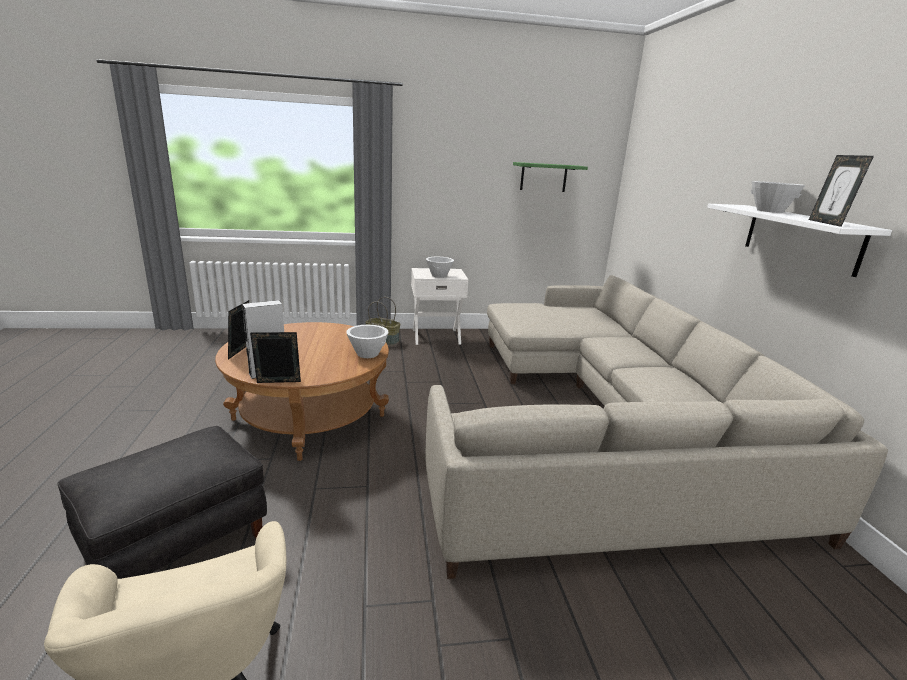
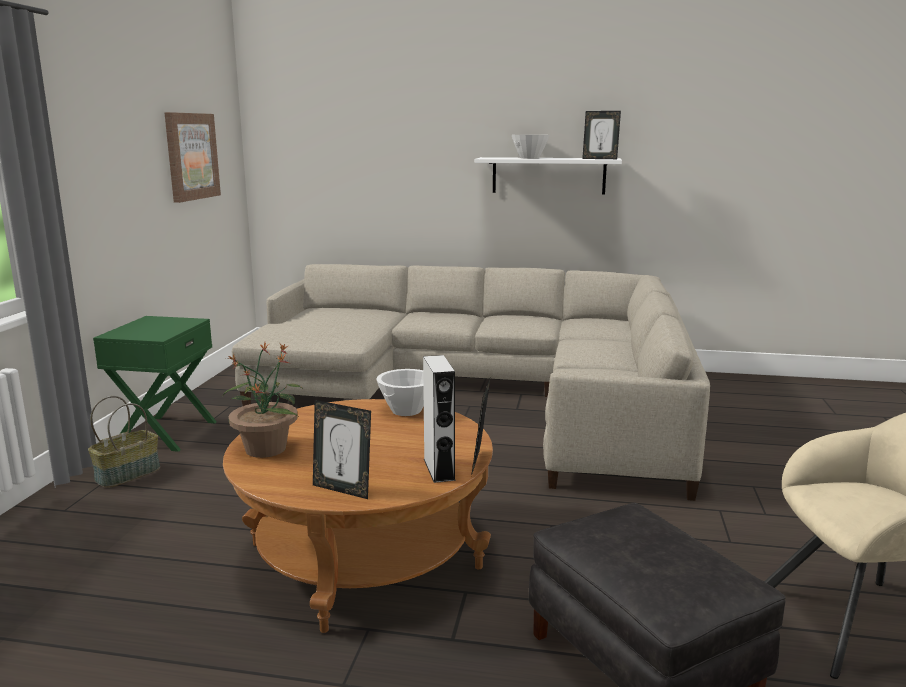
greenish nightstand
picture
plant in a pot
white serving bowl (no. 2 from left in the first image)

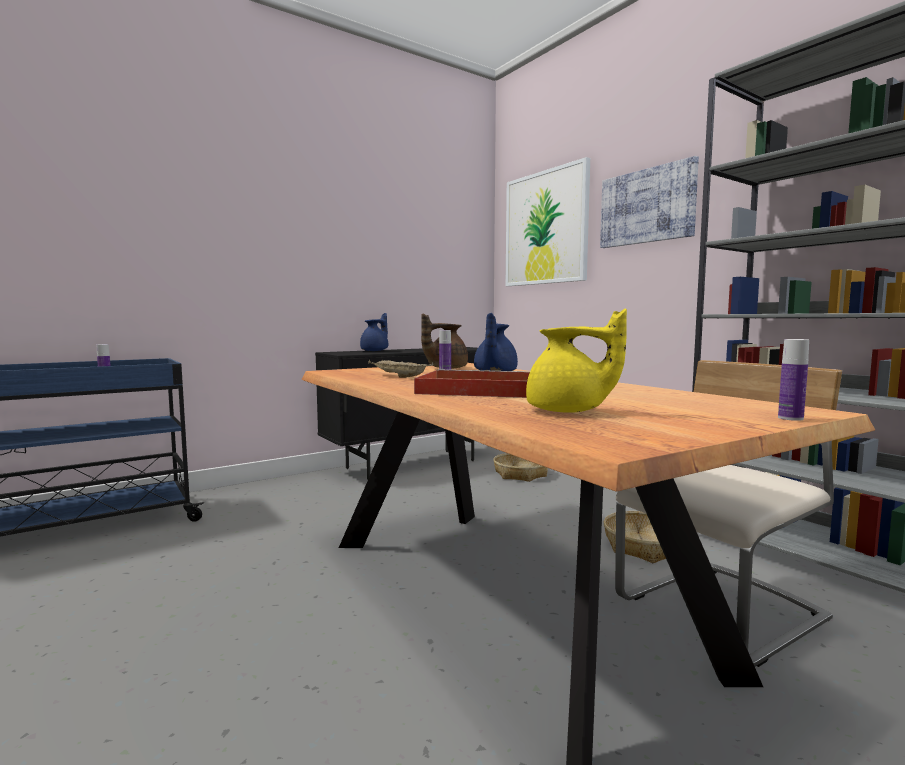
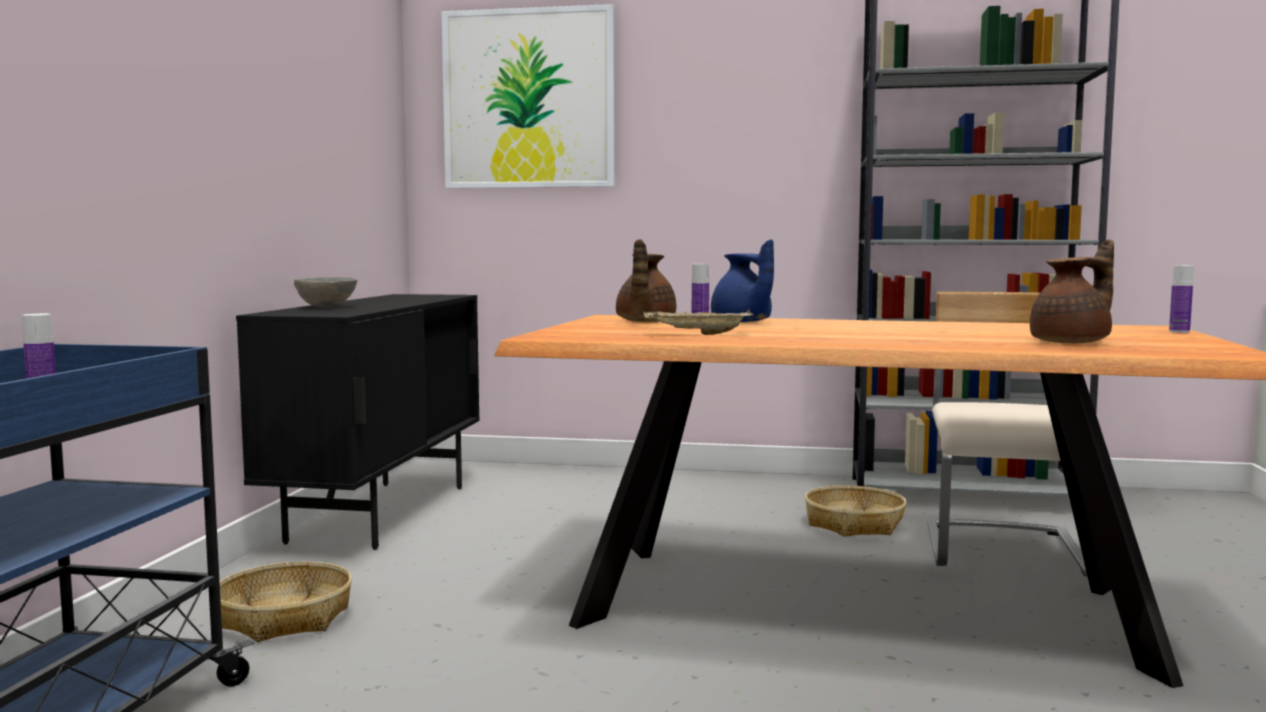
household basket (no. 1 from left)
greyish serving bowl
brown-coloured teapot (no. 2 from left)
reddish carrying tray
picture (no. 2 from left in the first image)

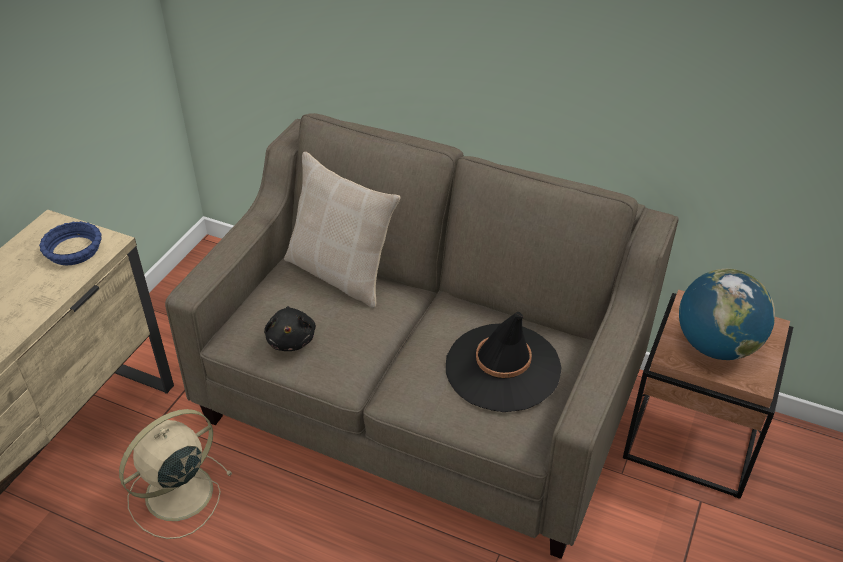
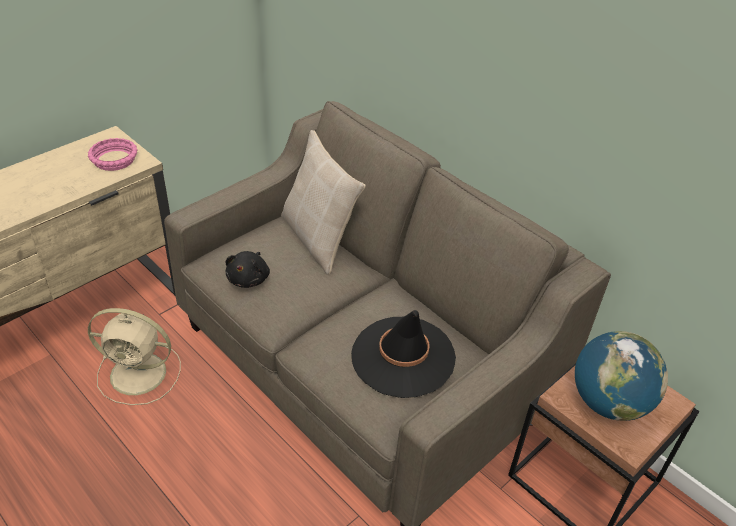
pink-coloured serving bowl
beige-coloured fan

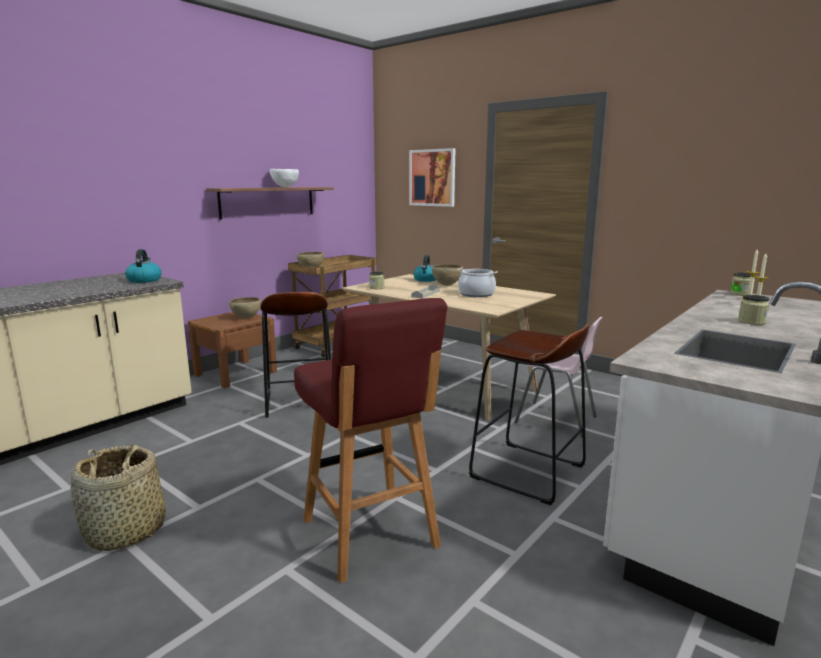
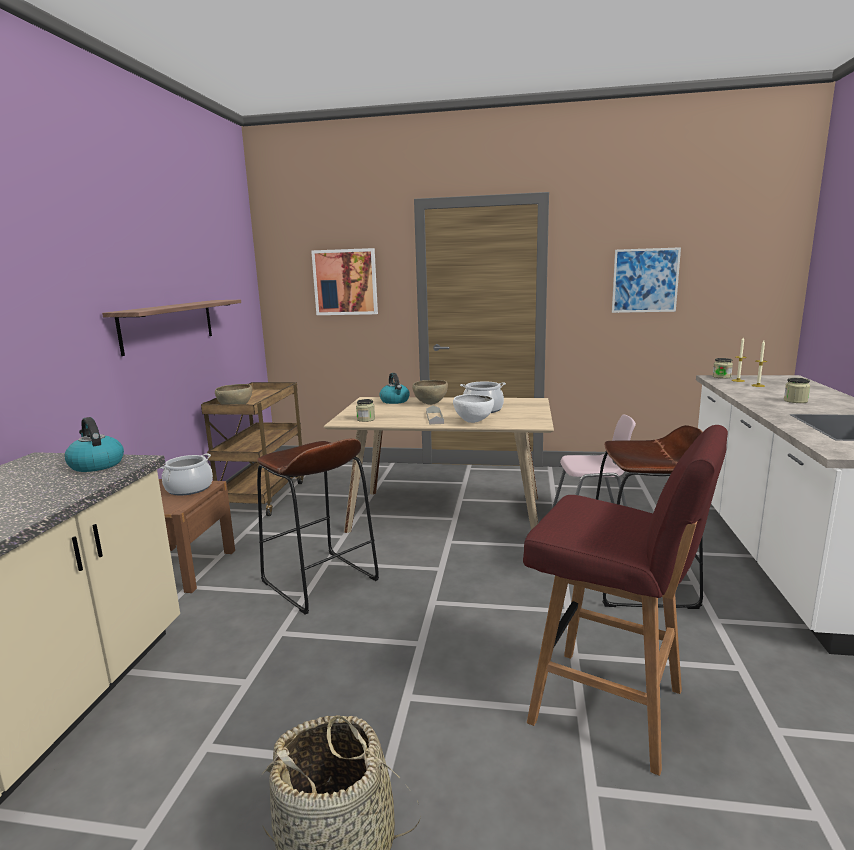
stockpot (no. 1 from left)
white serving bowl
picture (no. 2 from left)

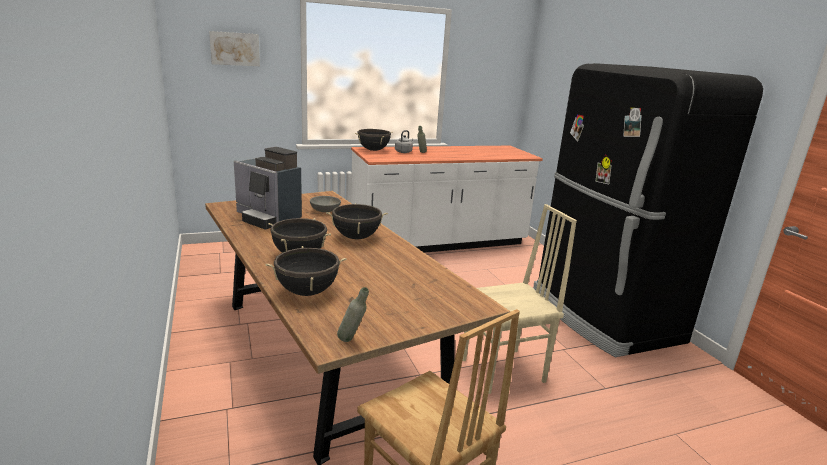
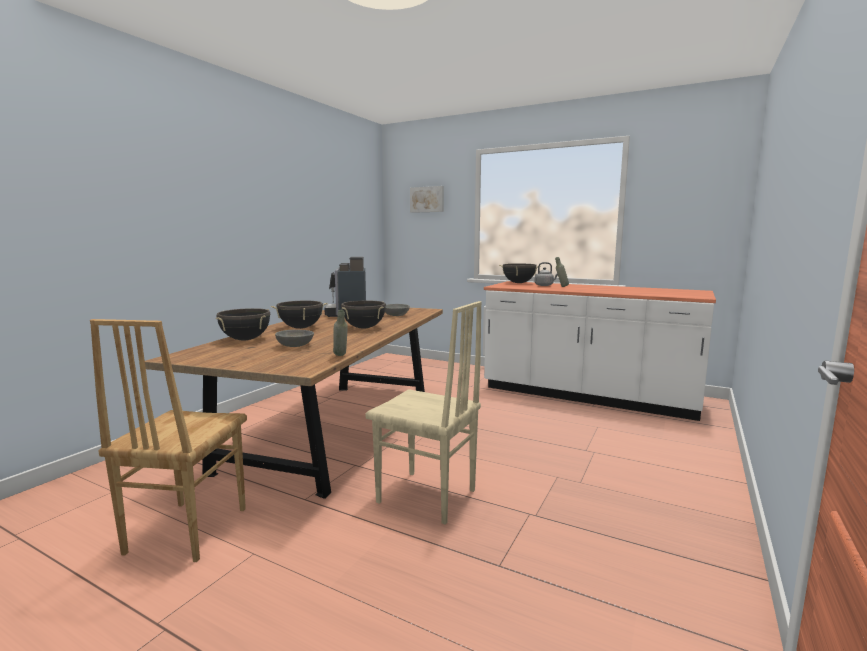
greyish serving bowl (no. 1 from left)
greyish drink bottle (no. 1 from left)
black refrigerator

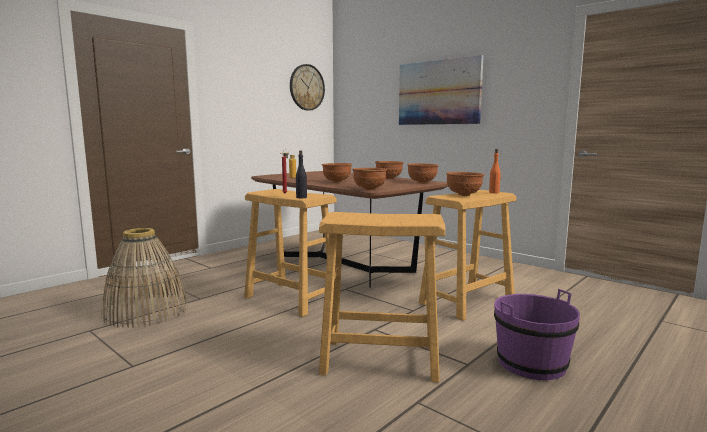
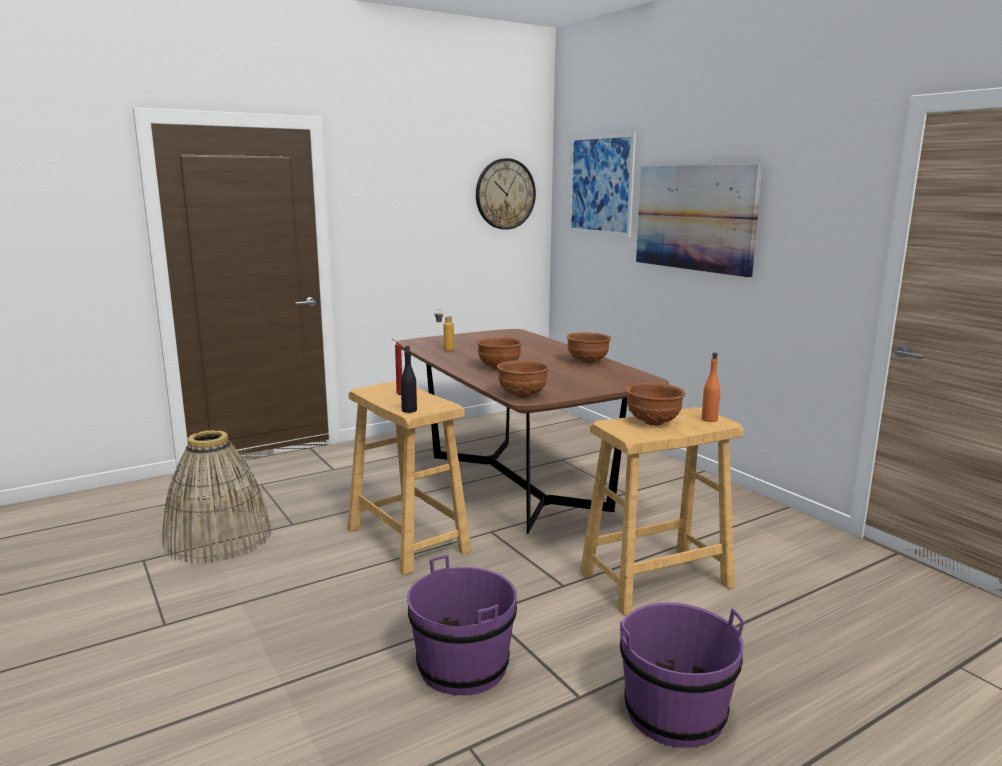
purplish bucket (no. 1 from left)
picture (no. 1 from left)
brown-coloured serving bowl (no. 4 from left in the first image)

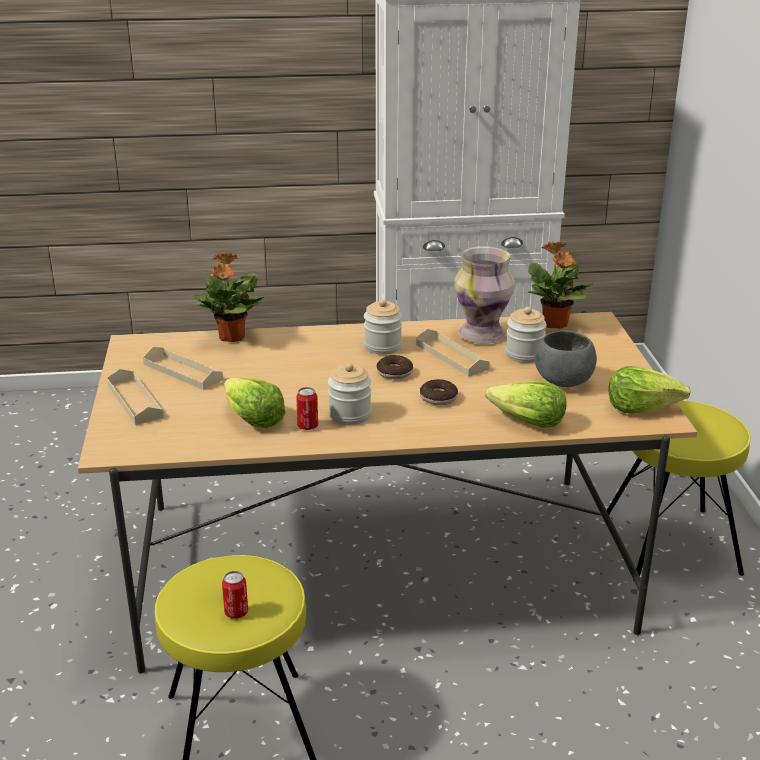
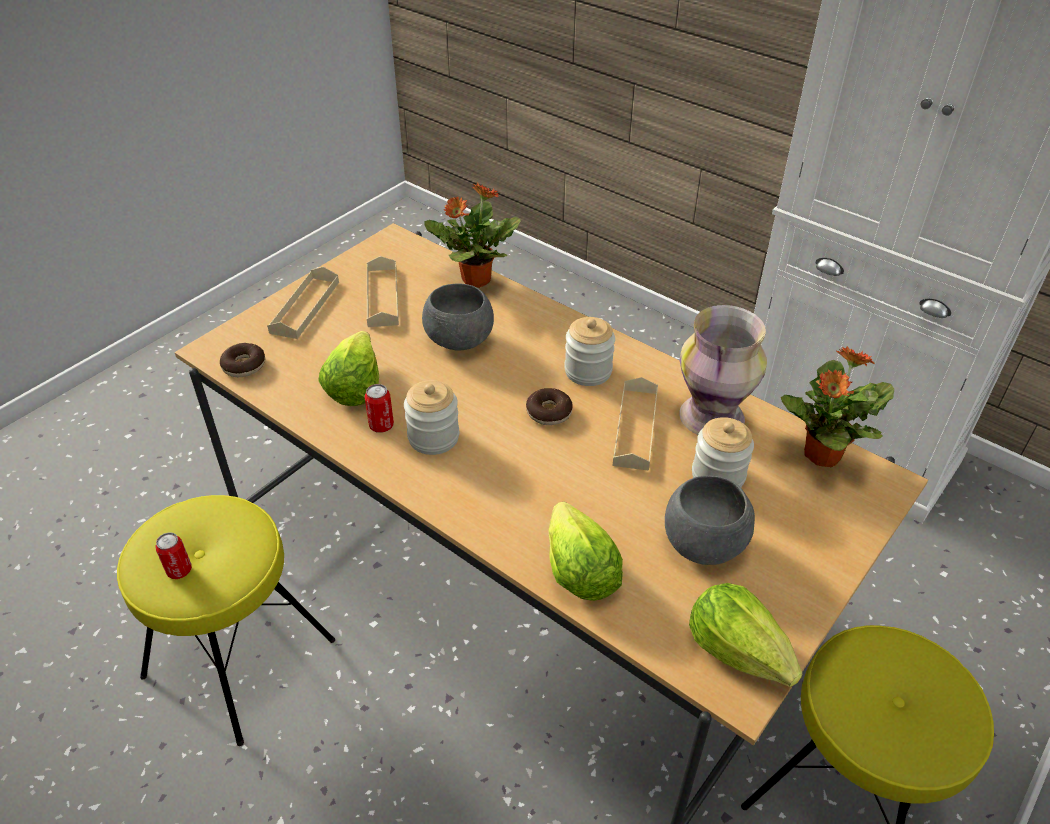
donut (no. 1 from left)
greyish serving bowl (no. 1 from left)

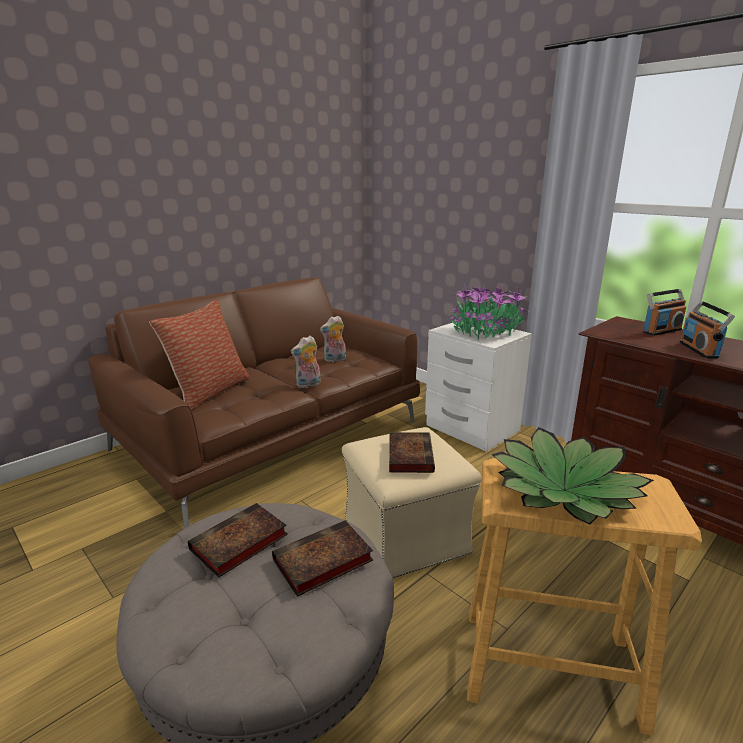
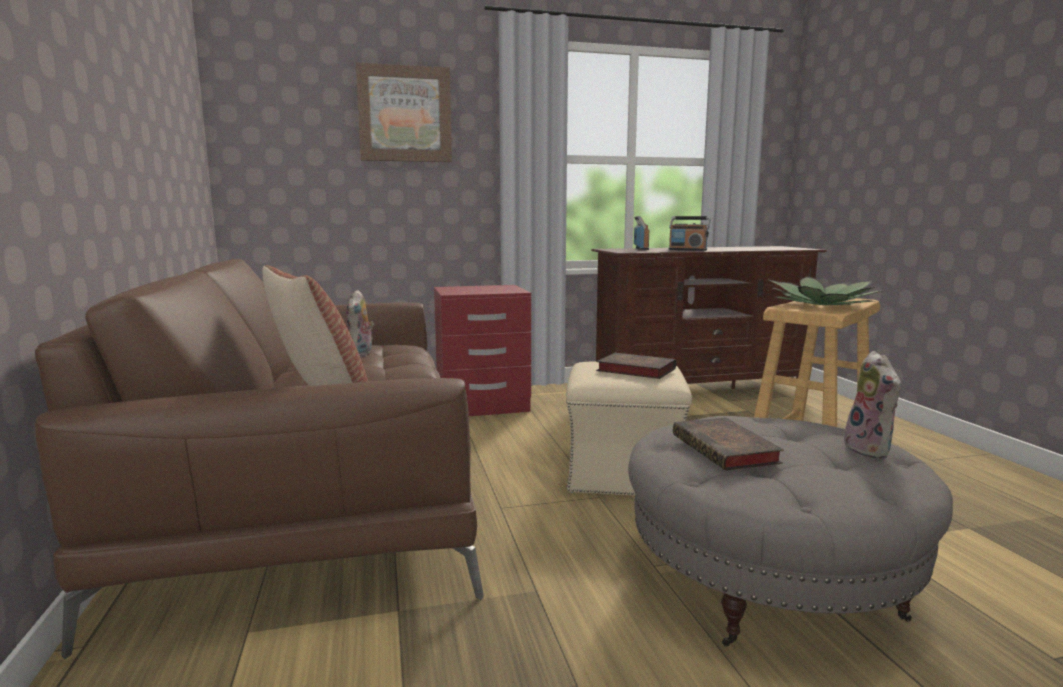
picture
reddish nightstand
soft toy (no. 2 from left)
bound book (no. 2 from left in the first image)
plant in a pot (no. 1 from left in the first image)

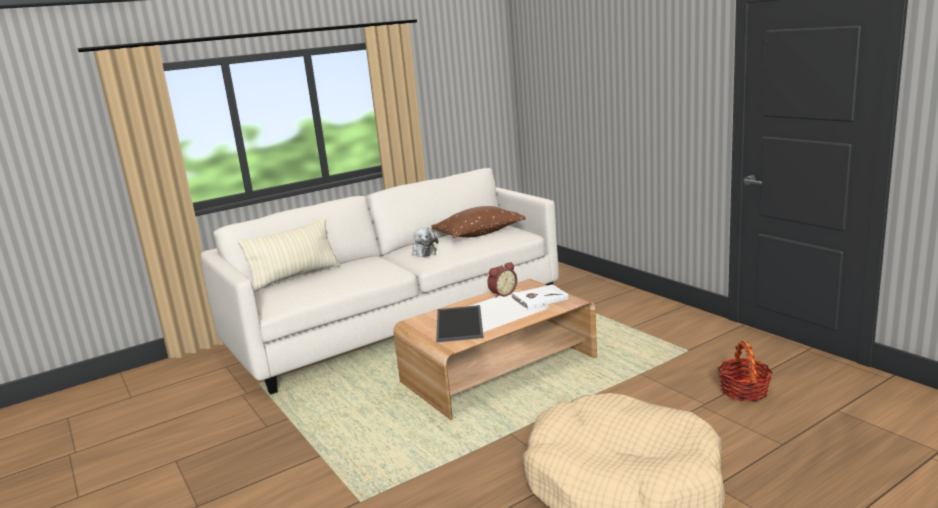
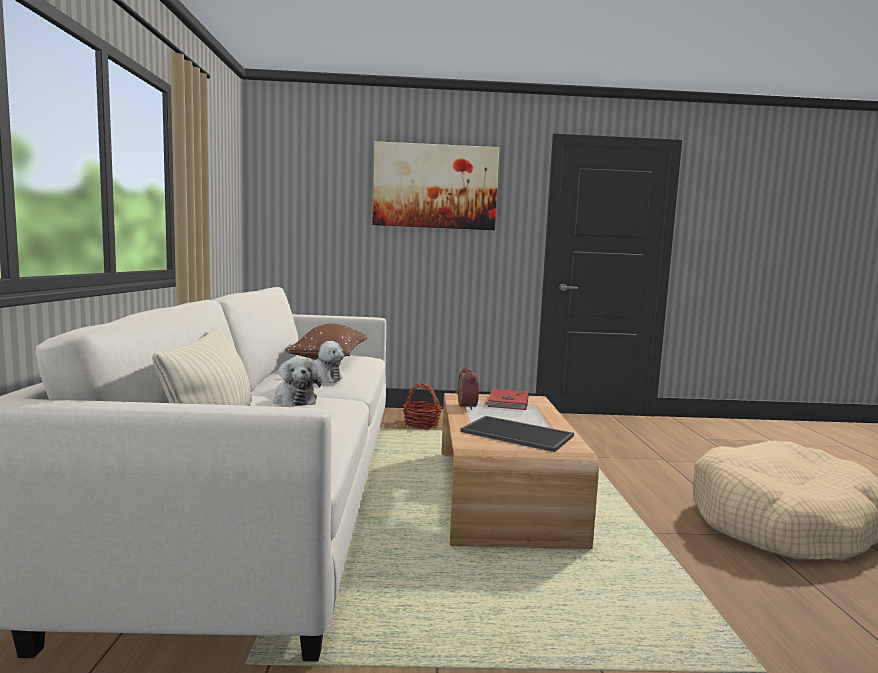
soft toy (no. 1 from left)
picture
household basket
reddish bound book

